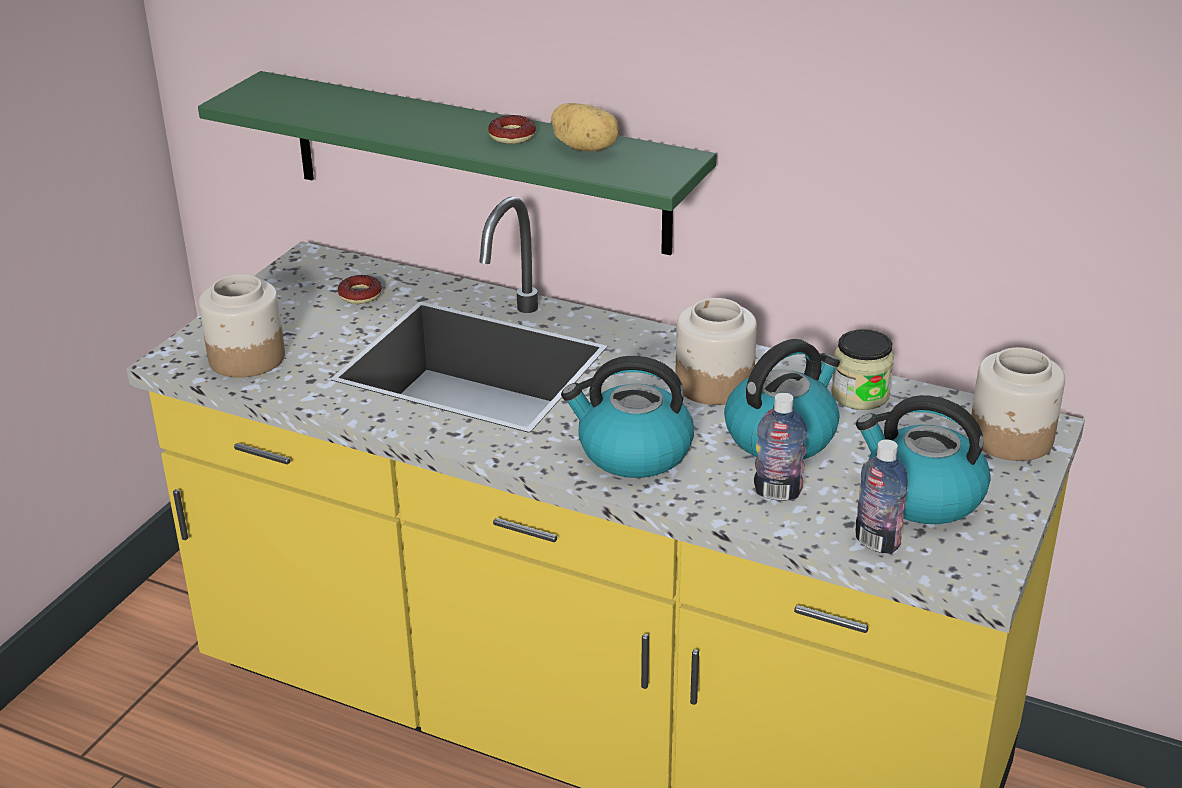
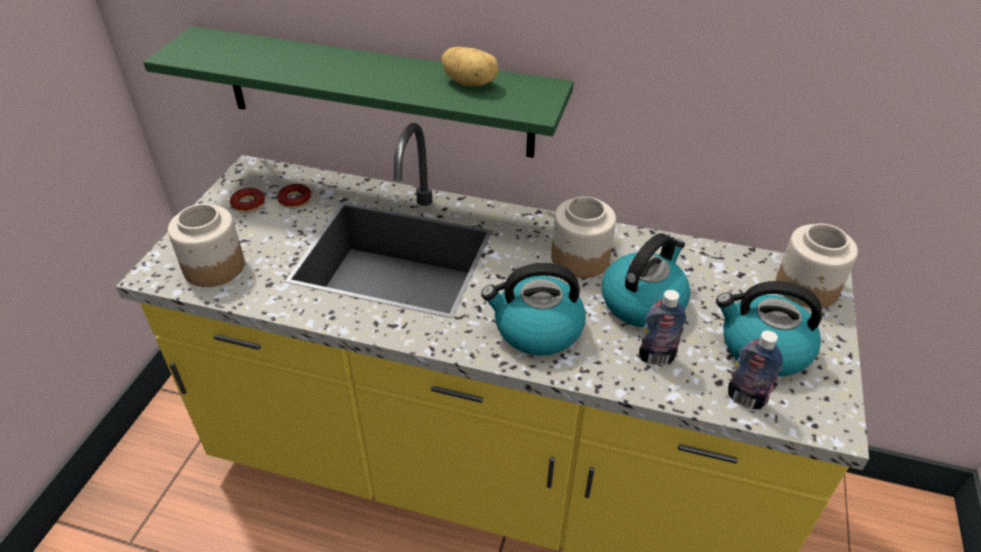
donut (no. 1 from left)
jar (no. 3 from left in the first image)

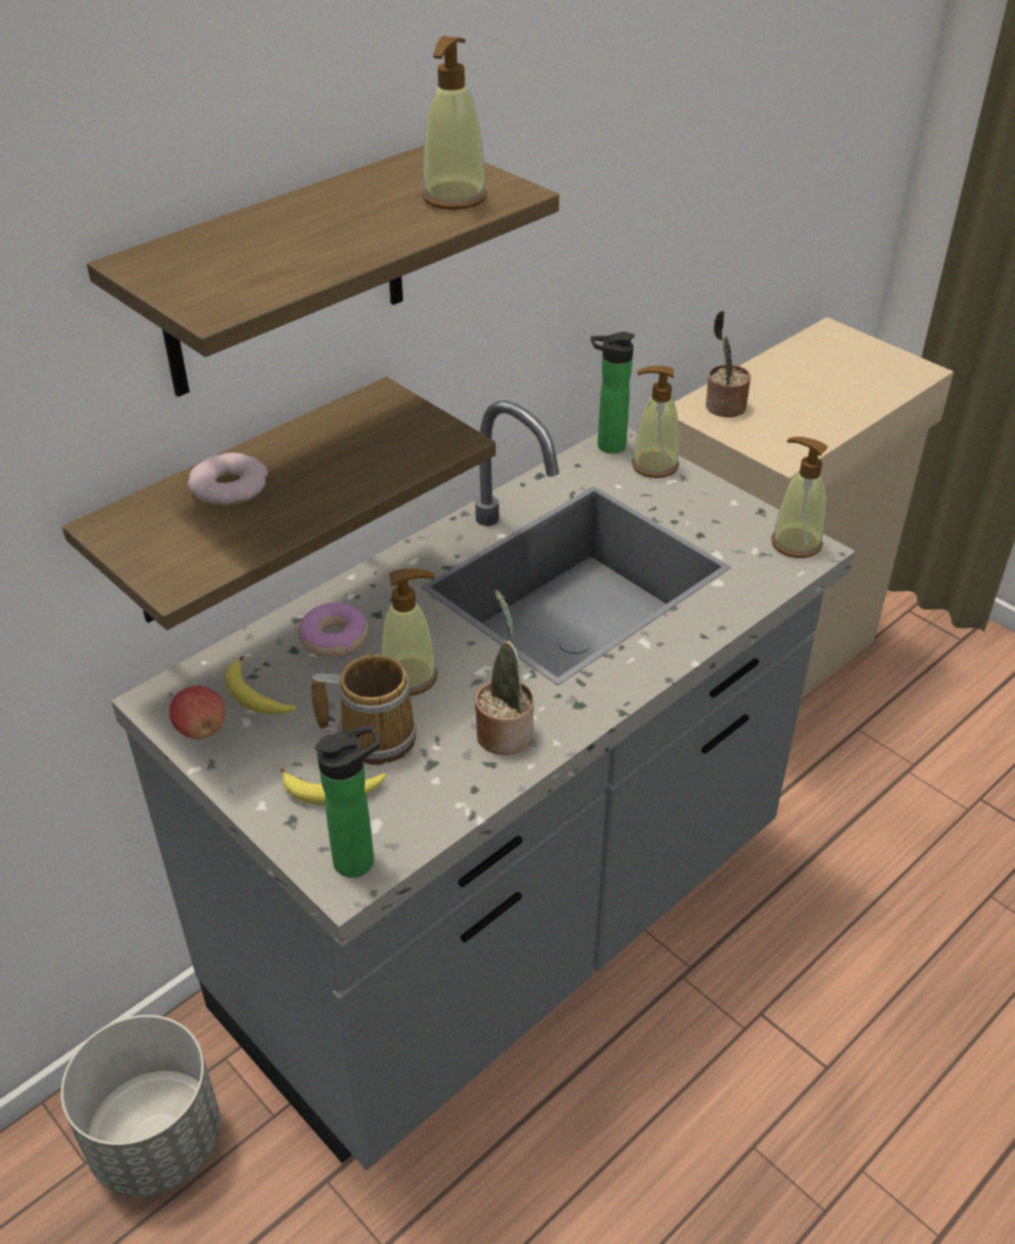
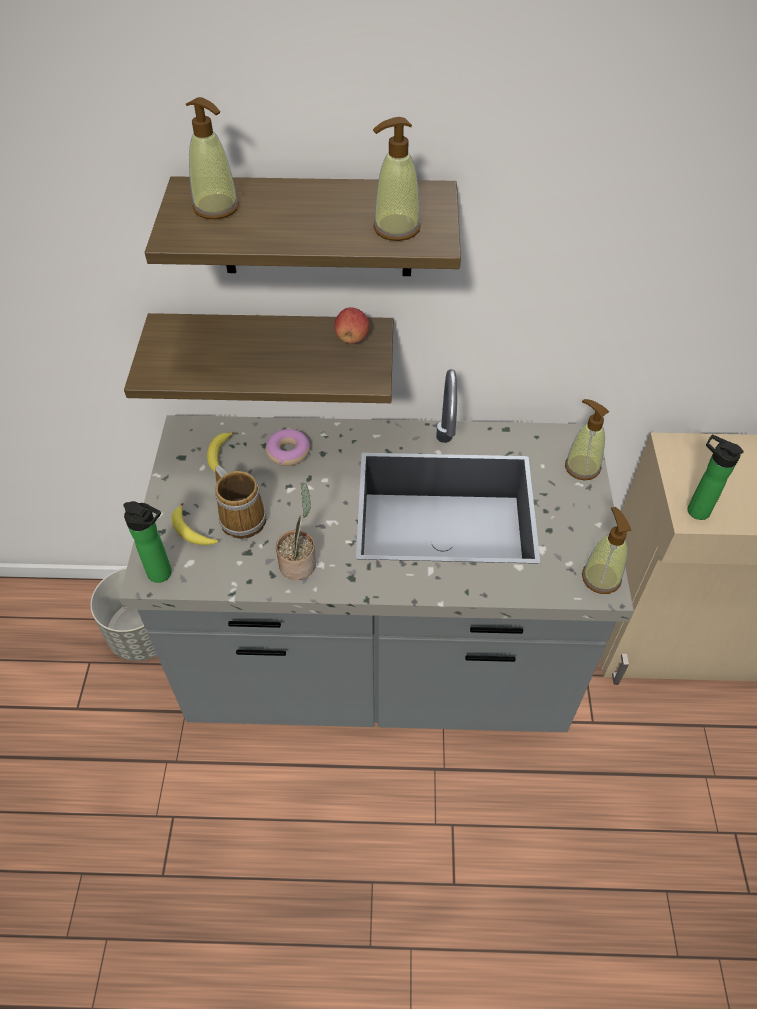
soap bottle (no. 1 from left)
apple fruit
drink bottle (no. 2 from left)
donut (no. 1 from left in the first image)
plant in a pot (no. 2 from left in the first image)

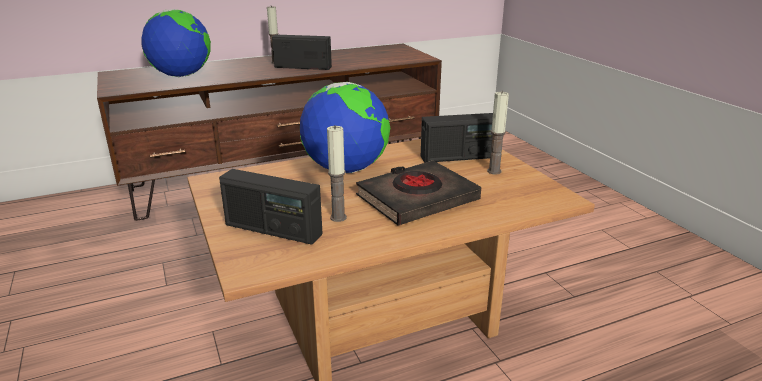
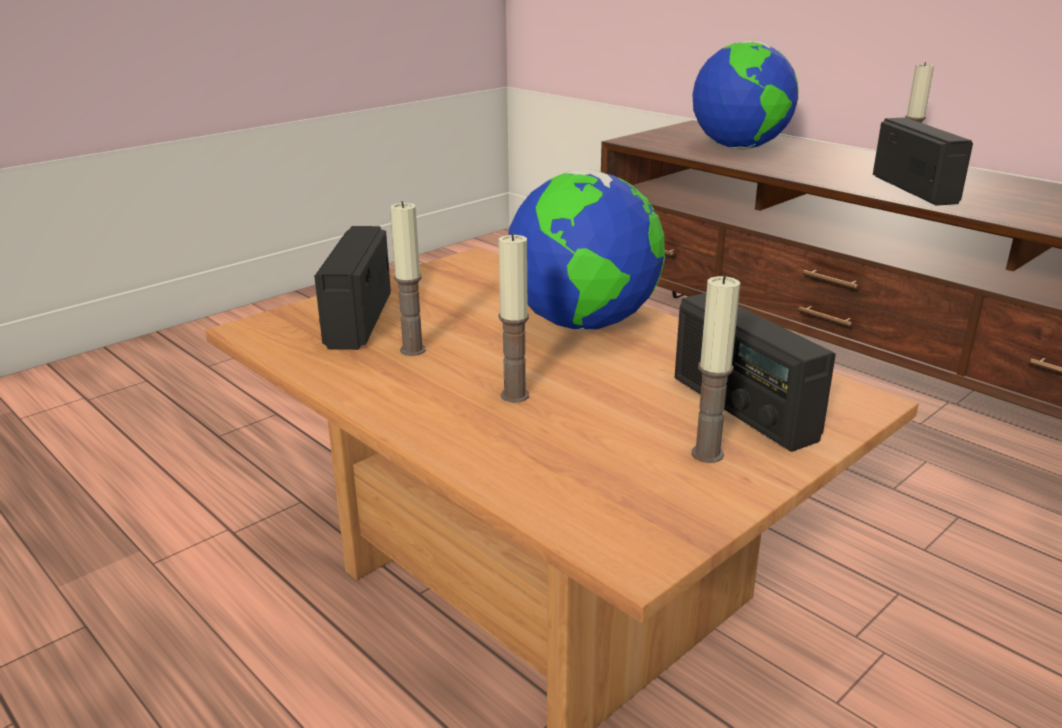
wax candle (no. 2 from left)

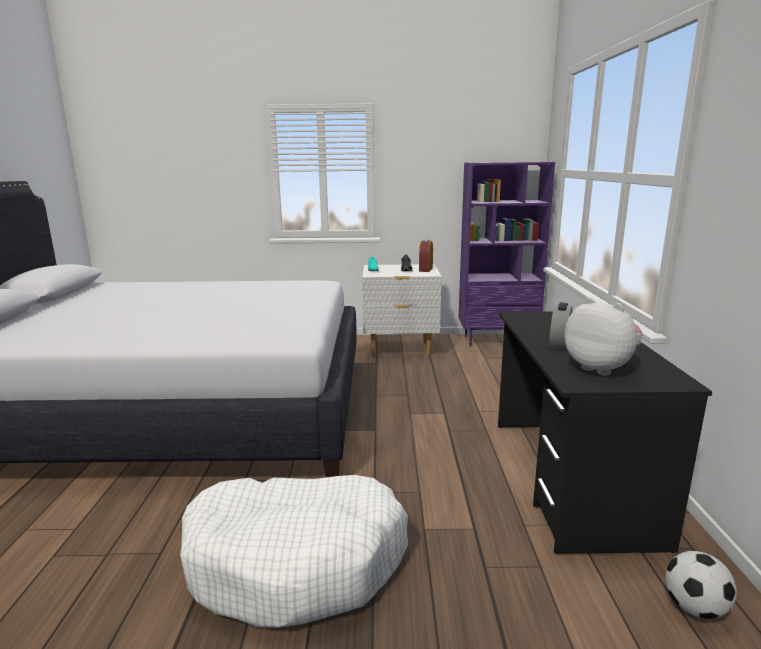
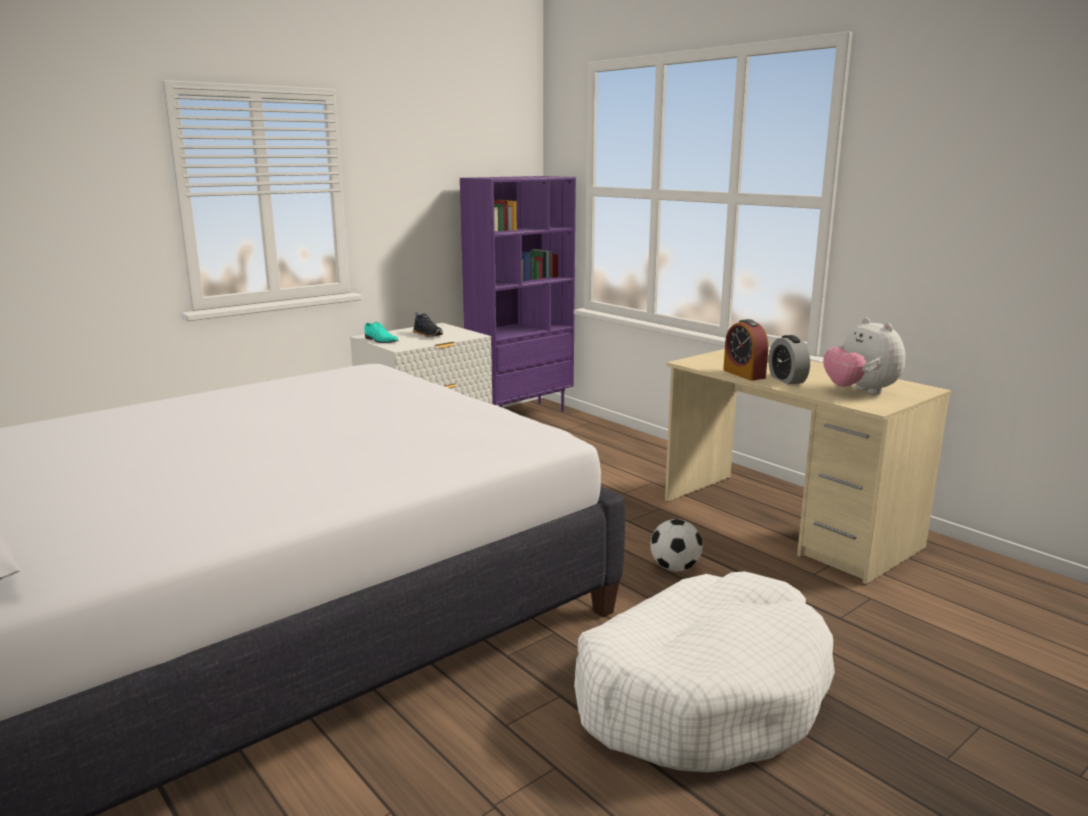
ball for football
beige-coloured desk
table clock (no. 1 from left)
soft toy

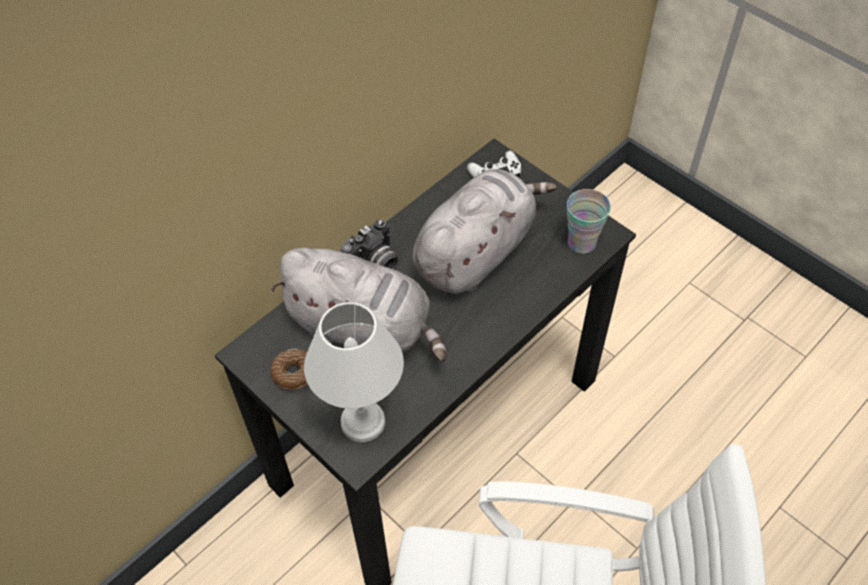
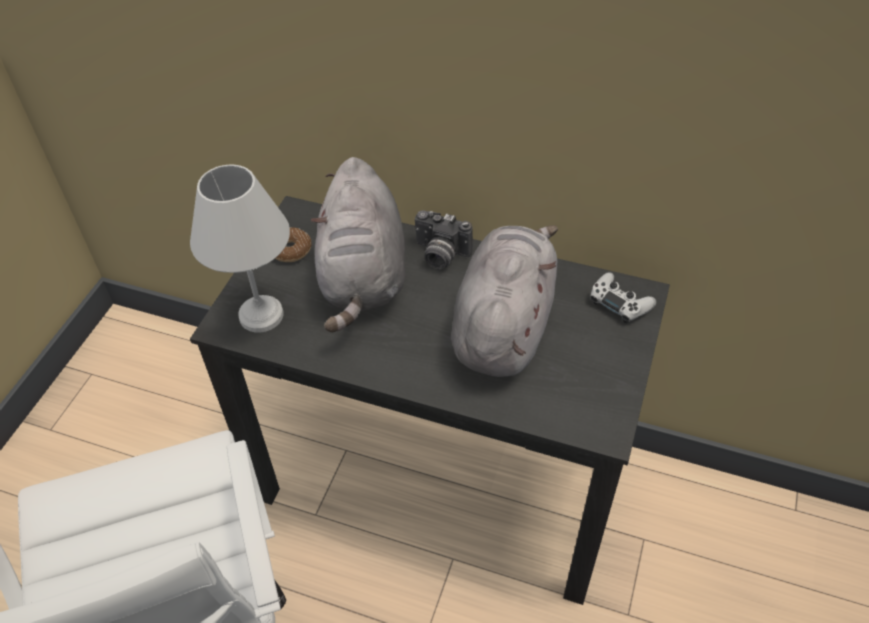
greyish soft toy (no. 2 from left)
drinking cup

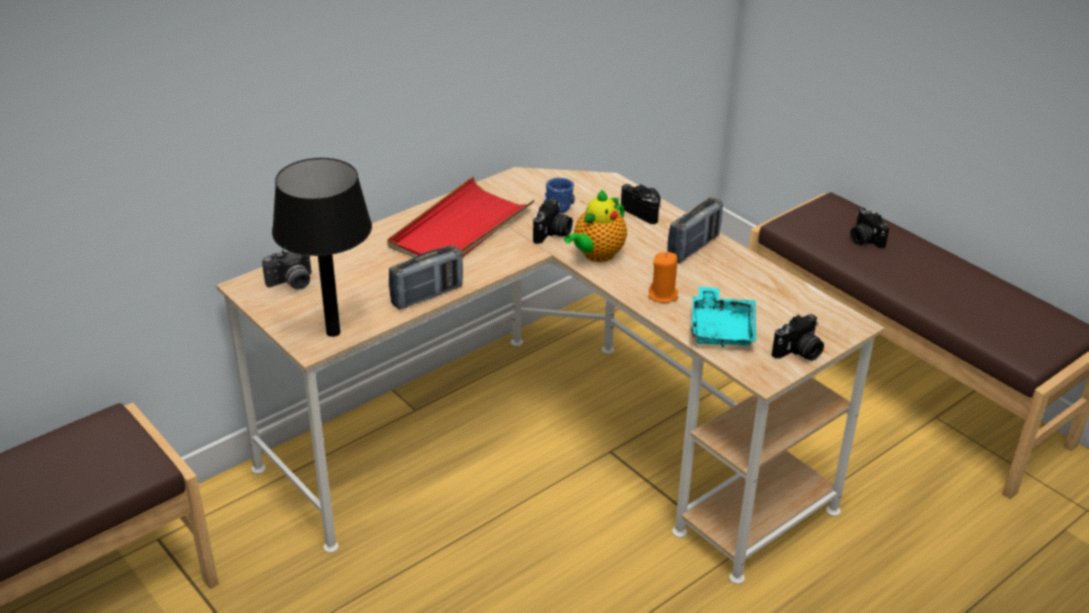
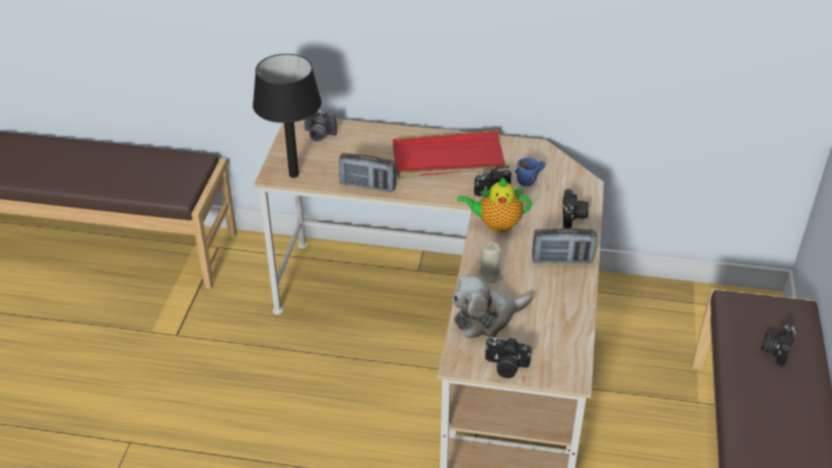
soft toy
beige-coloured wax candle

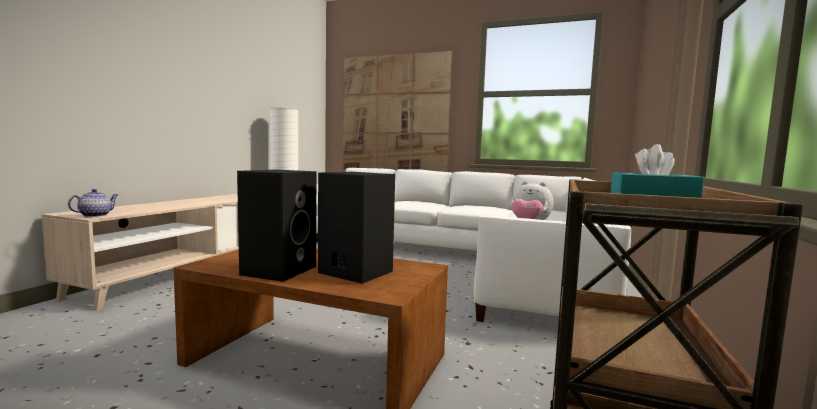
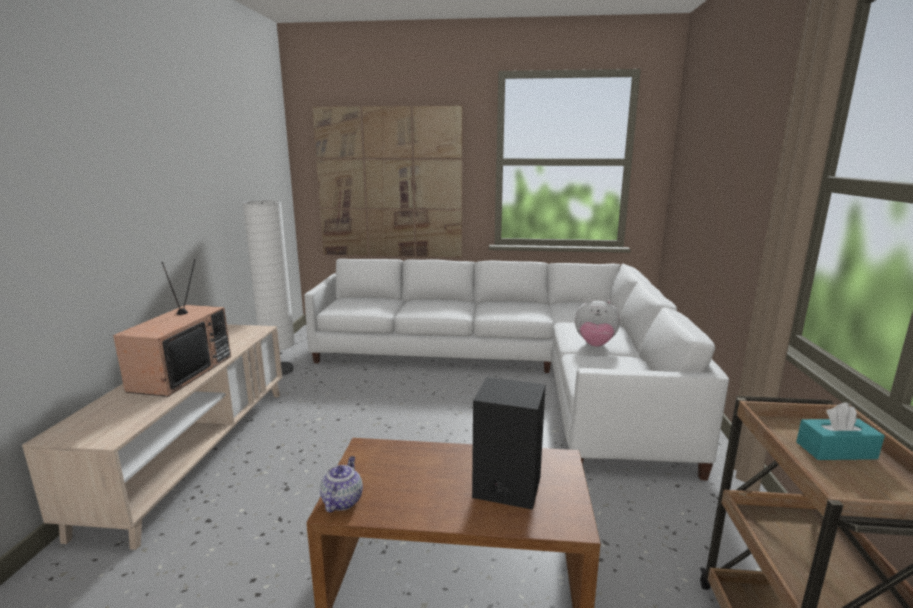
TV
teapot
black audio speaker (no. 1 from left in the first image)

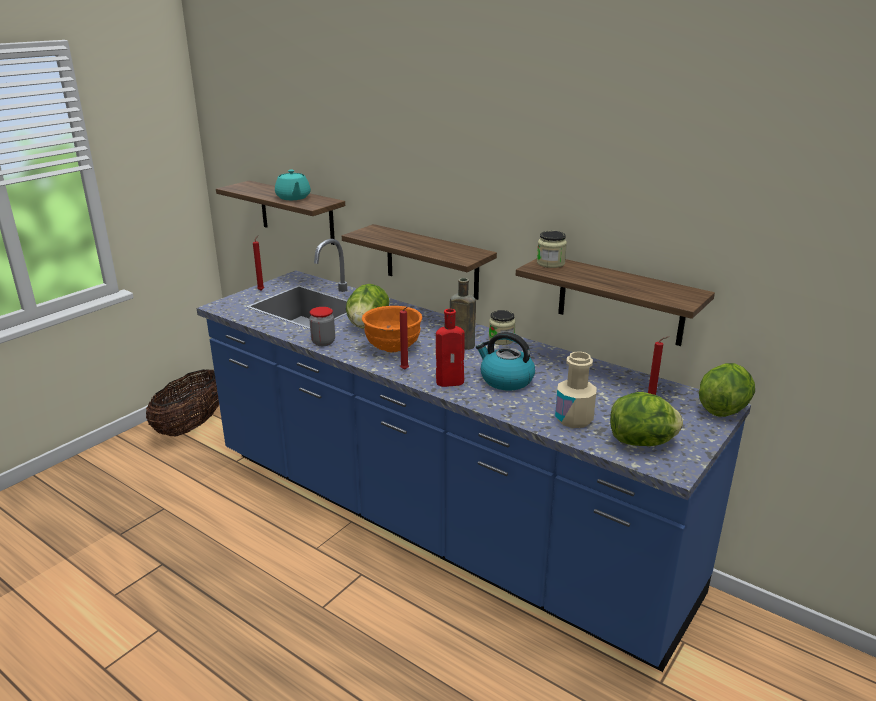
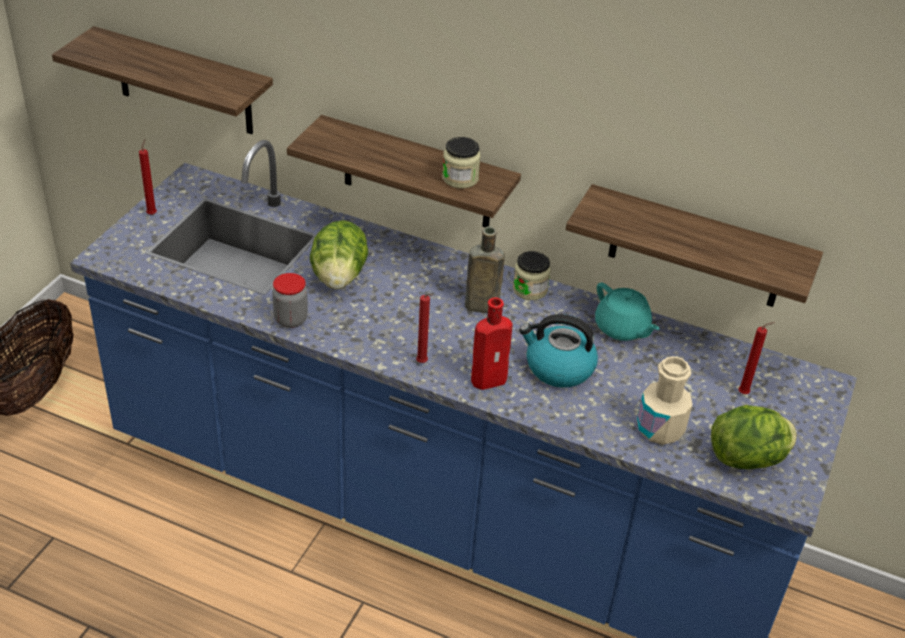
jar (no. 2 from left)
blue-green teapot
orange serving bowl
head of lettuce (no. 3 from left in the first image)

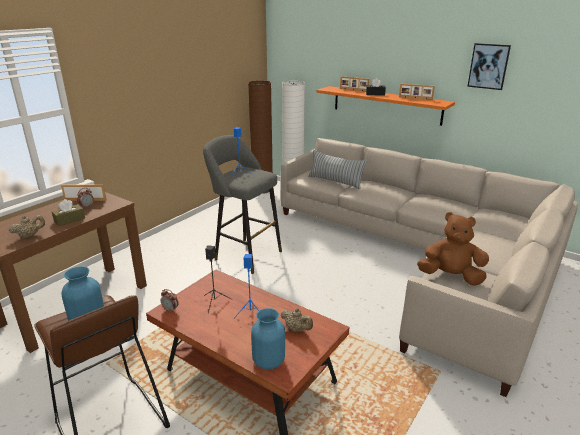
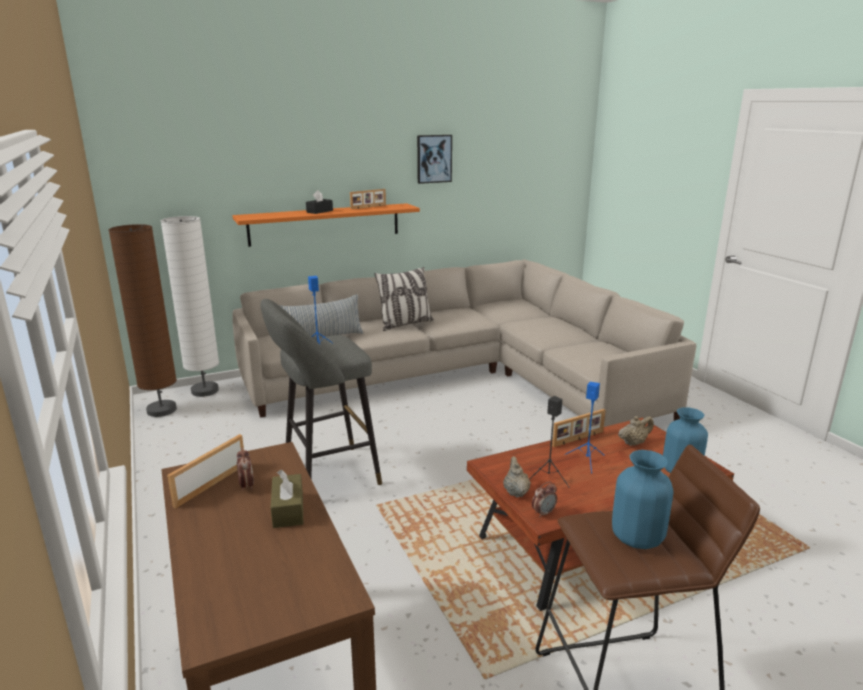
pillow (no. 2 from left)
beige-coloured teapot (no. 1 from left)
picture frame (no. 3 from left)
brown-coloured soft toy

